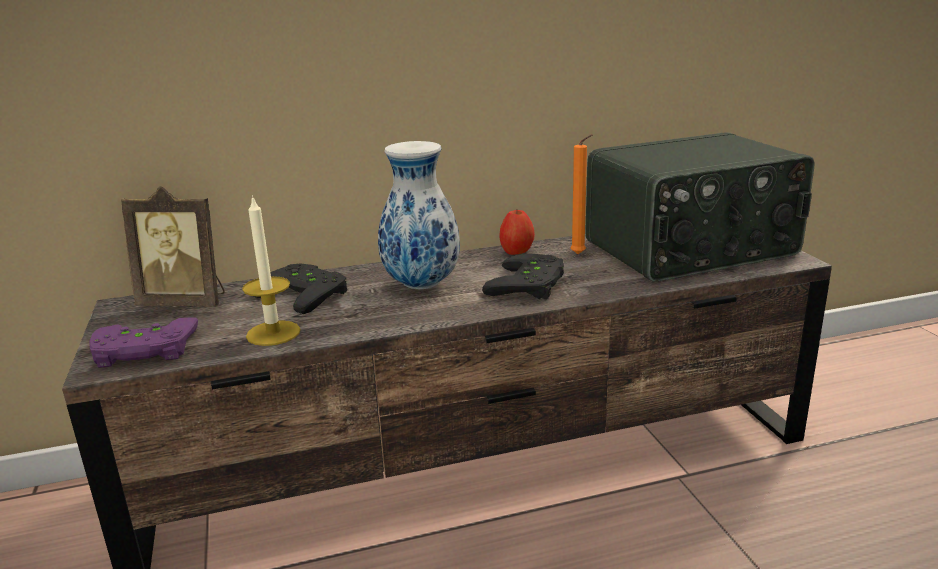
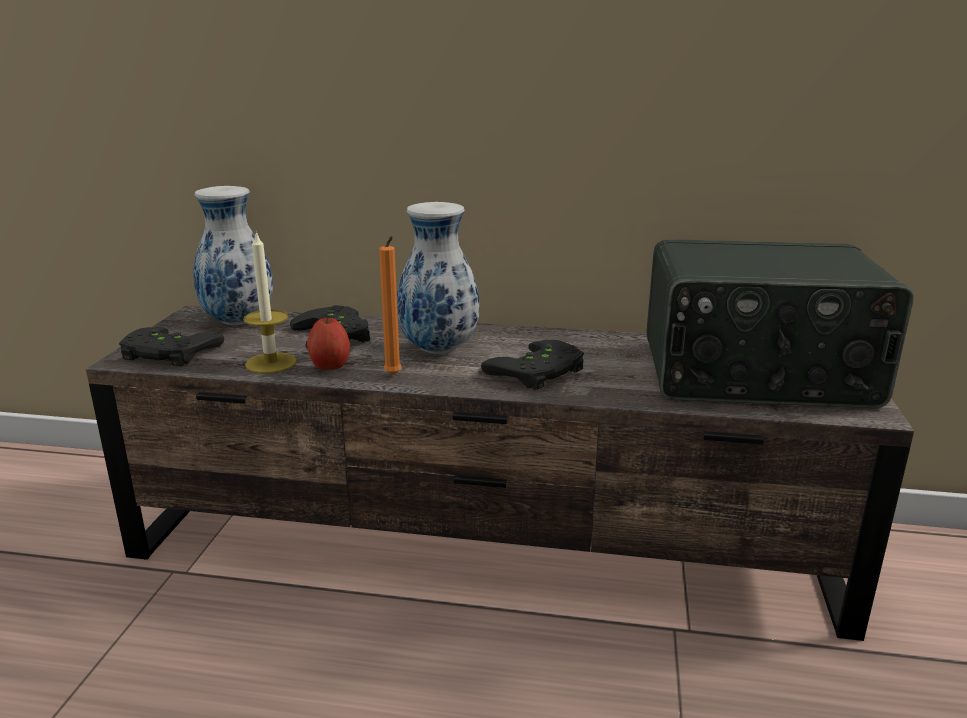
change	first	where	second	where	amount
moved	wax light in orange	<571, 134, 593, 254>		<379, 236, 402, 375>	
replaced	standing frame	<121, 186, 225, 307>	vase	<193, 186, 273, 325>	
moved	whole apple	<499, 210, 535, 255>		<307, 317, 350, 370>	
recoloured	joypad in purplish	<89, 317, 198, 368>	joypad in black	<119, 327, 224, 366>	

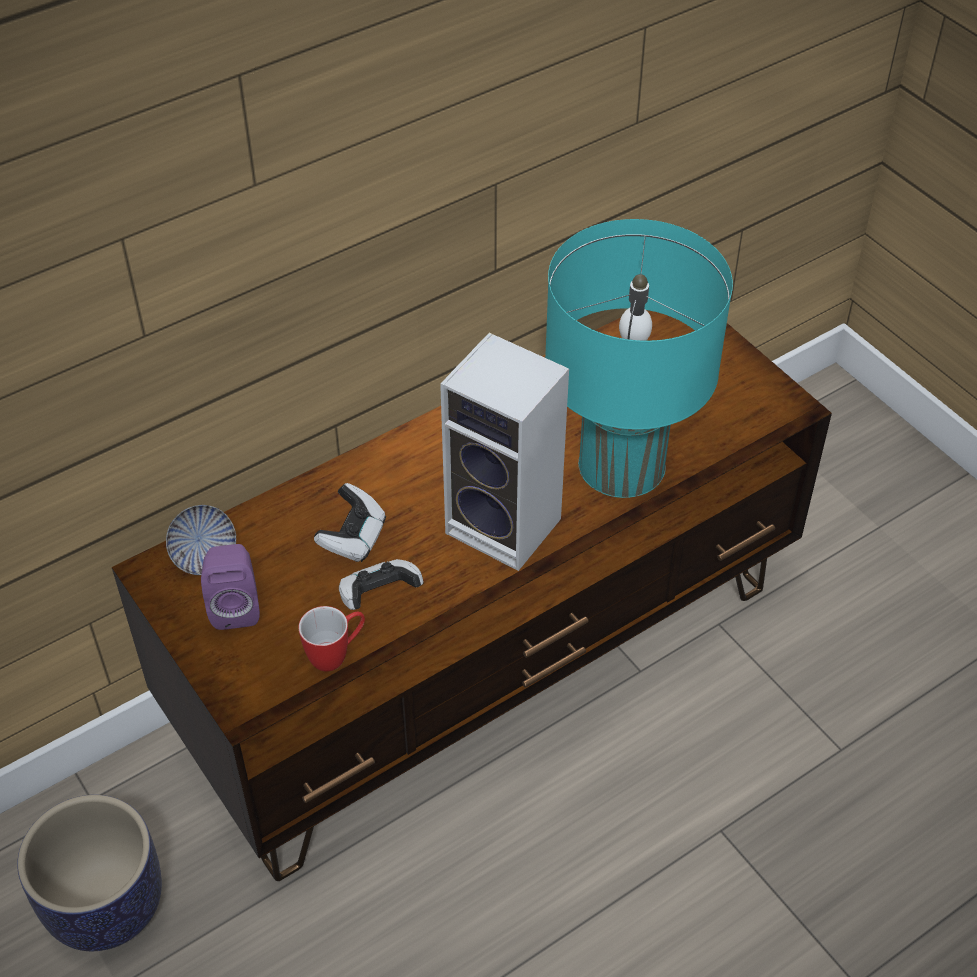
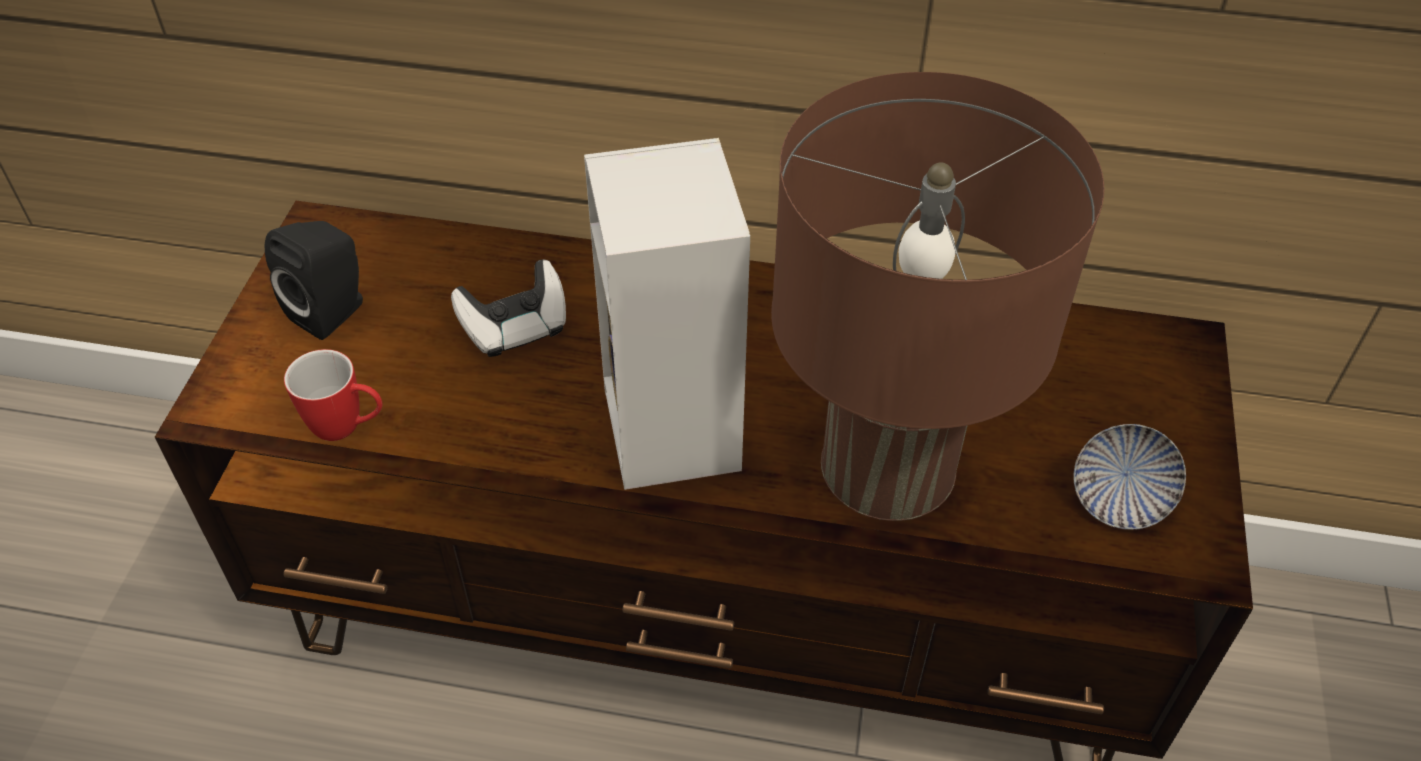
change	first	where	second	where	amount
recoloured	lamp for a table in blue-green	<545, 219, 733, 498>	lamp for a table in brownish	<771, 72, 1104, 521>	
moved	deep dish	<166, 505, 236, 575>		<1074, 424, 1186, 530>	
recoloured	speaker in purplish	<201, 544, 260, 630>	speaker in black	<265, 221, 363, 340>	
removed	joypad	<339, 559, 424, 610>			
removed	flower pot	<17, 795, 162, 951>			

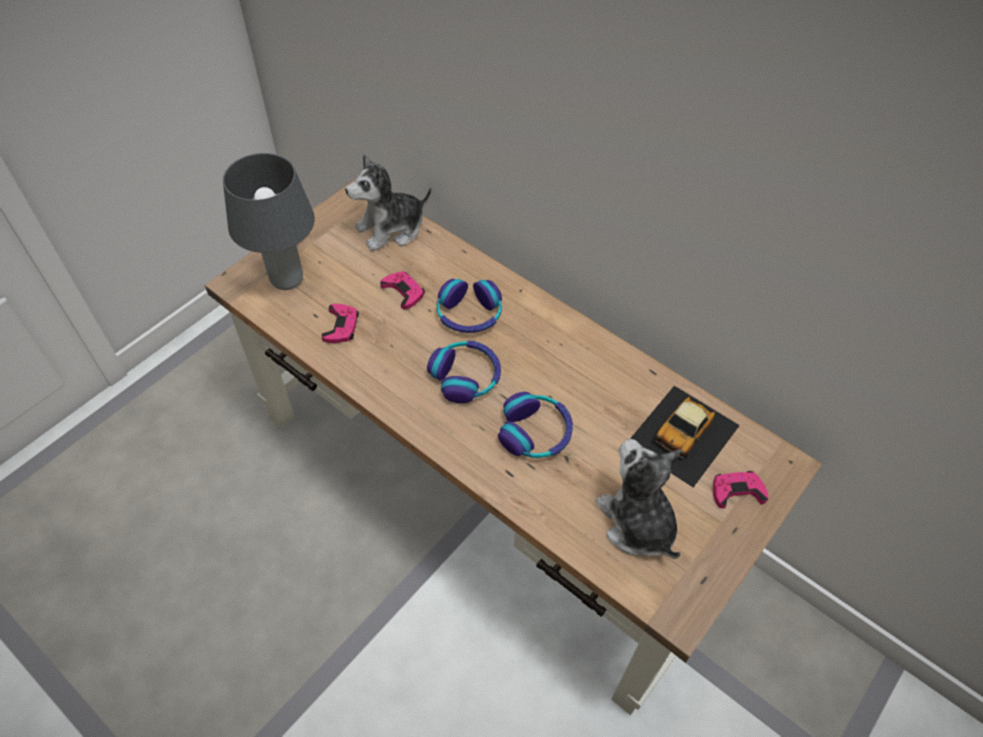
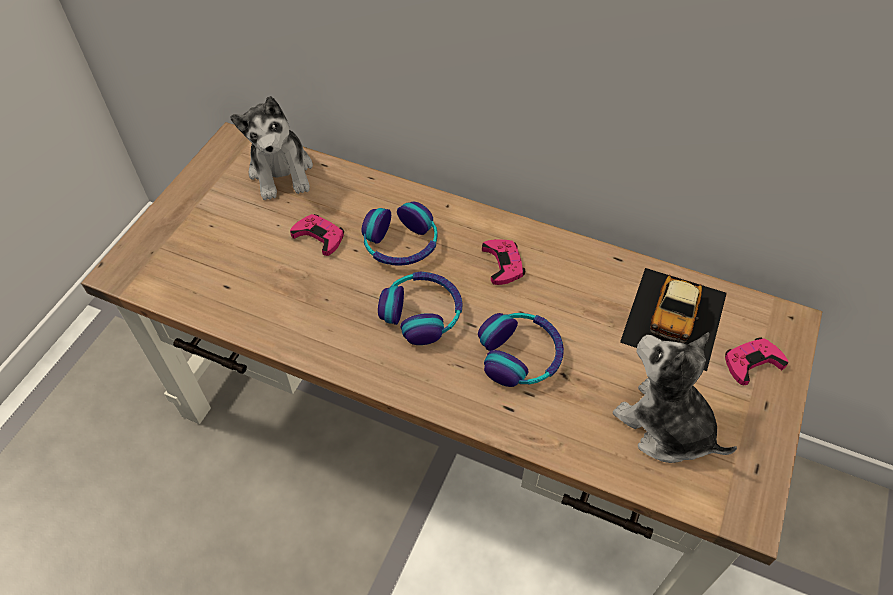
change	first	where	second	where	amount
removed	lamp for a table in grey	<223, 153, 315, 290>			
turned	plush toy	<345, 154, 431, 251>		<230, 96, 313, 200>	60 degrees counterclockwise
moved	joypad in pink	<322, 304, 359, 343>		<482, 239, 525, 285>	

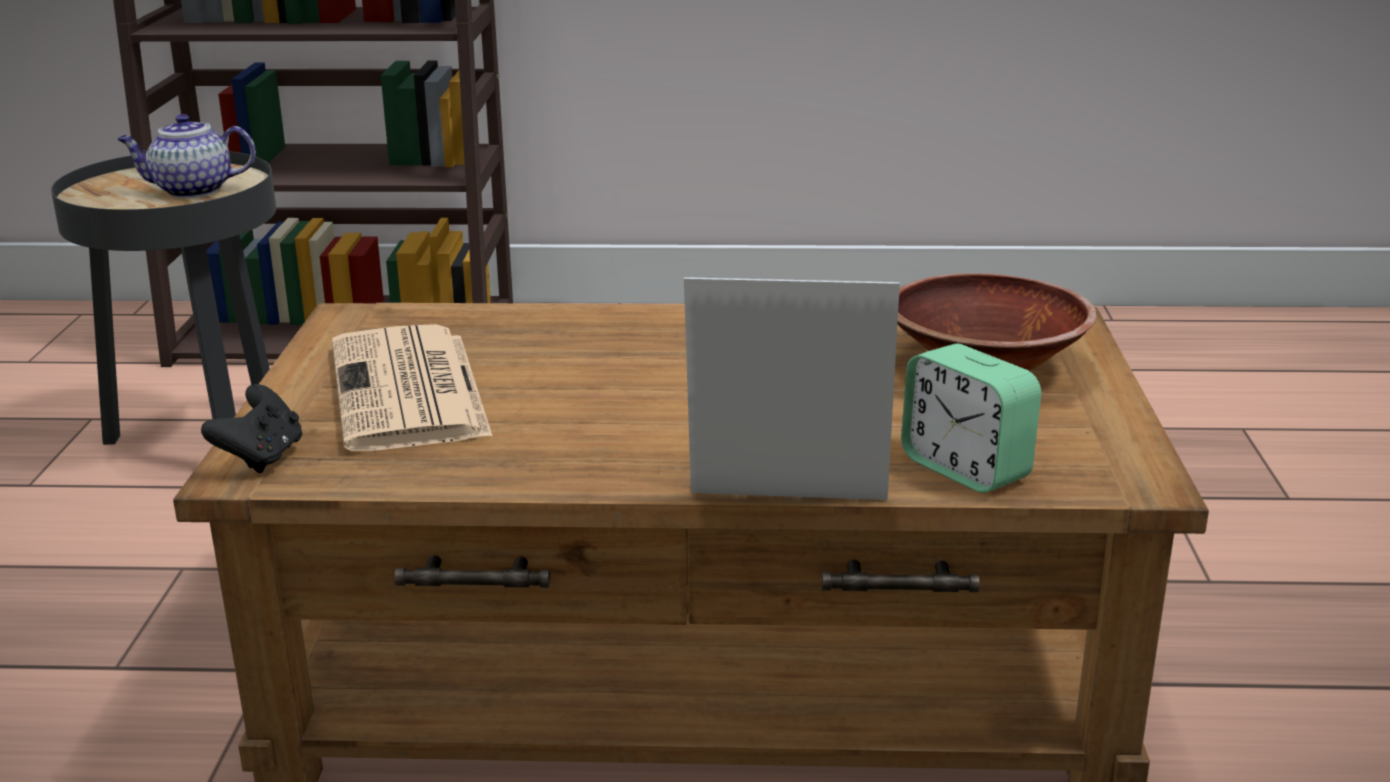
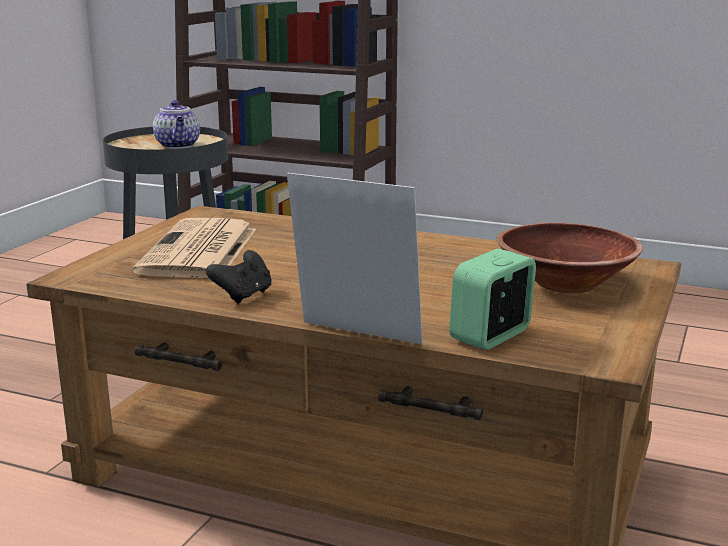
change	first	where	second	where	amount
turned	tea pot	<117, 114, 256, 198>		<153, 100, 200, 148>	120 degrees counterclockwise
turned	alarm clock	<901, 344, 1042, 493>		<449, 249, 536, 350>	60 degrees clockwise
moved	joypad in black	<201, 384, 302, 473>		<206, 250, 272, 303>	

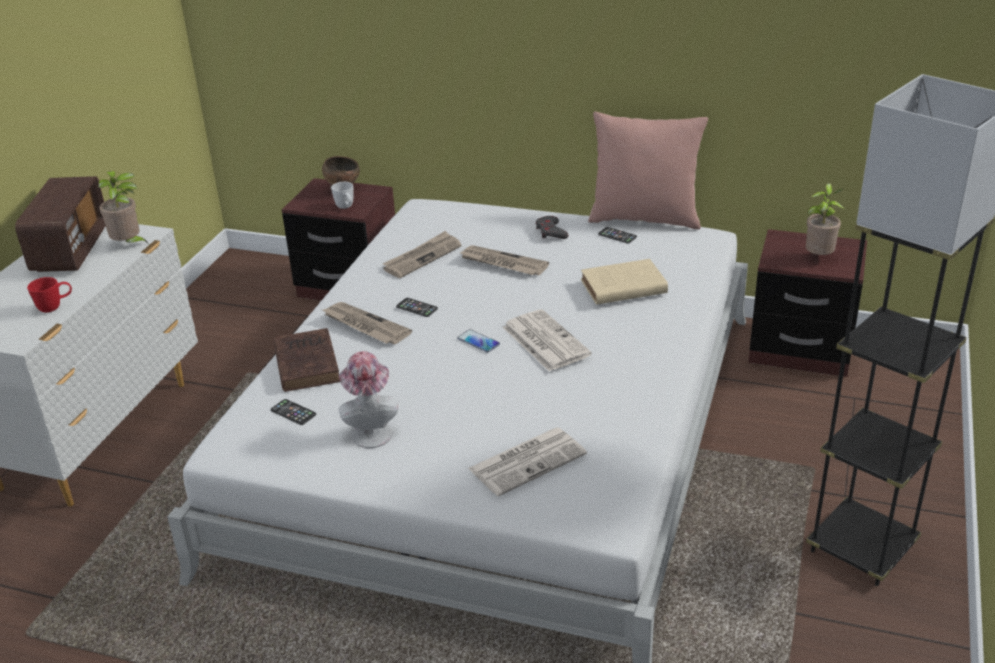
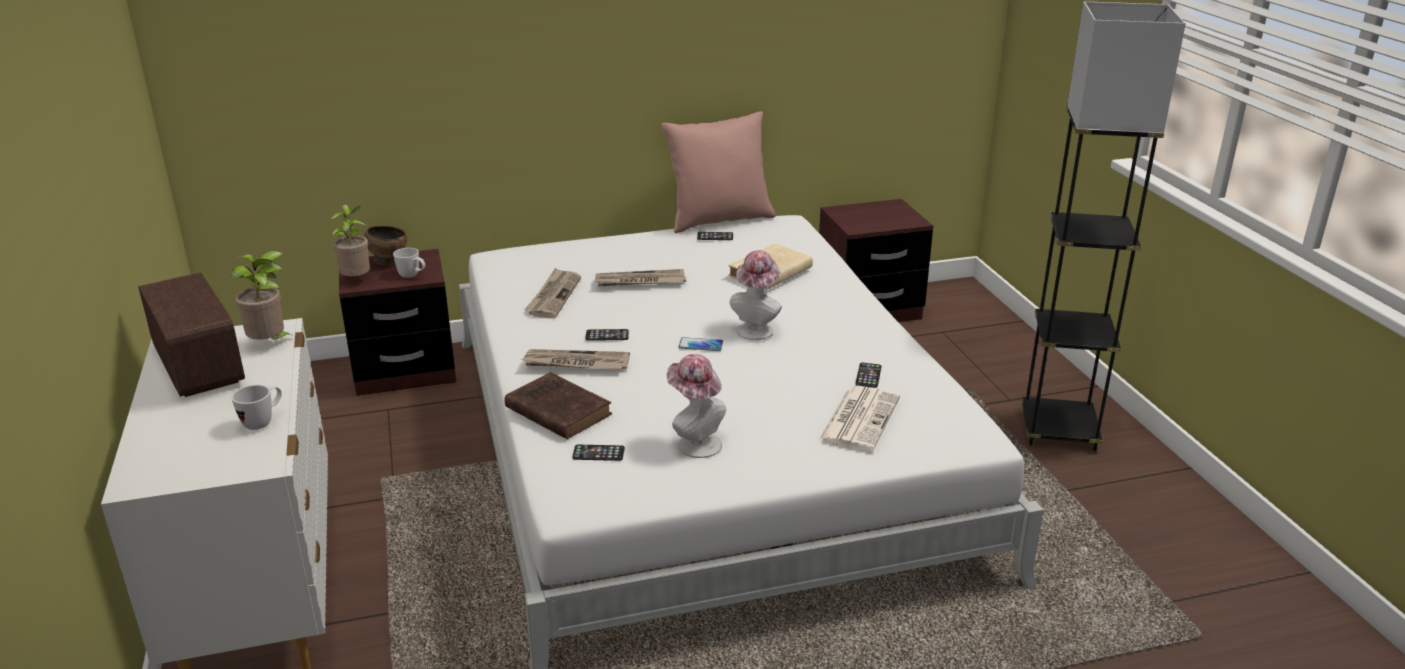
change	first	where	second	where	amount
moved	potted plant	<806, 183, 844, 255>		<330, 204, 370, 277>	
removed	joypad in grey	<536, 216, 569, 239>			
recoloured	mug in reddish	<27, 277, 72, 313>	mug in white	<232, 385, 282, 430>	
replaced	daily paper	<503, 309, 592, 371>	hat	<730, 250, 782, 340>	
added			telephone	<855, 363, 882, 388>	

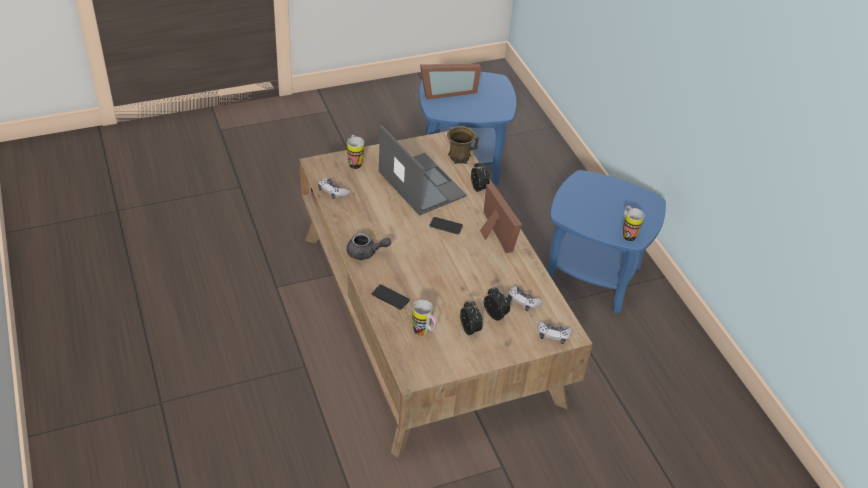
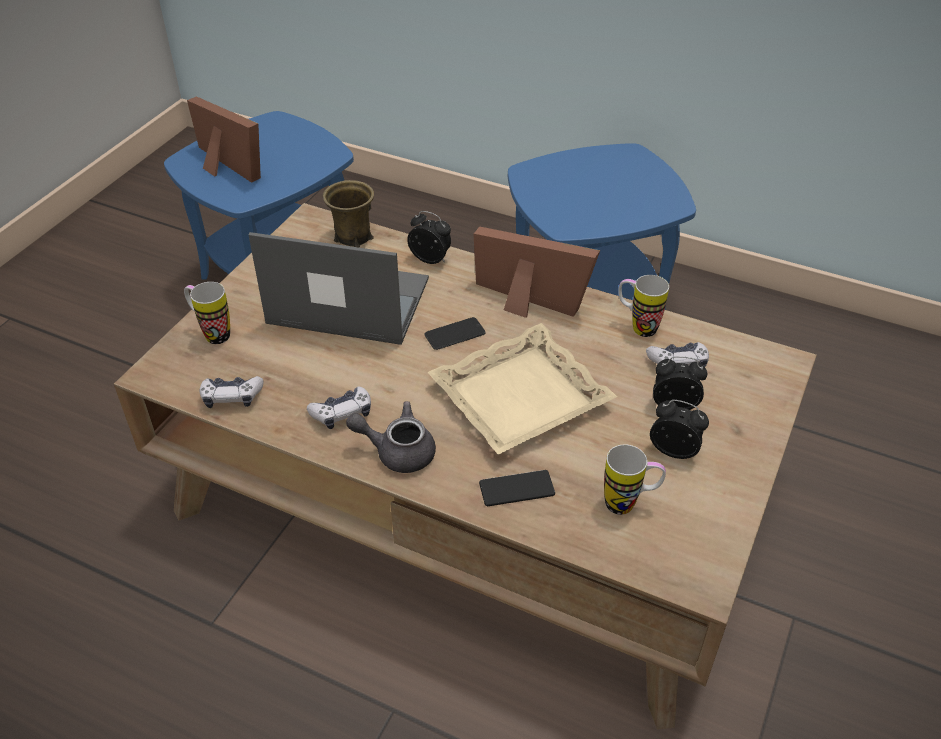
change	first	where	second	where	amount
turned	standing frame	<420, 64, 481, 100>		<187, 96, 261, 183>	75 degrees counterclockwise
moved	mug	<623, 206, 644, 241>		<618, 275, 669, 337>	
turned	tea pot in grey	<347, 233, 391, 260>		<346, 401, 436, 473>	135 degrees counterclockwise
moved	joypad	<538, 321, 572, 344>		<307, 386, 371, 429>	
added			serving tray in sand-coloured	<428, 323, 617, 455>	

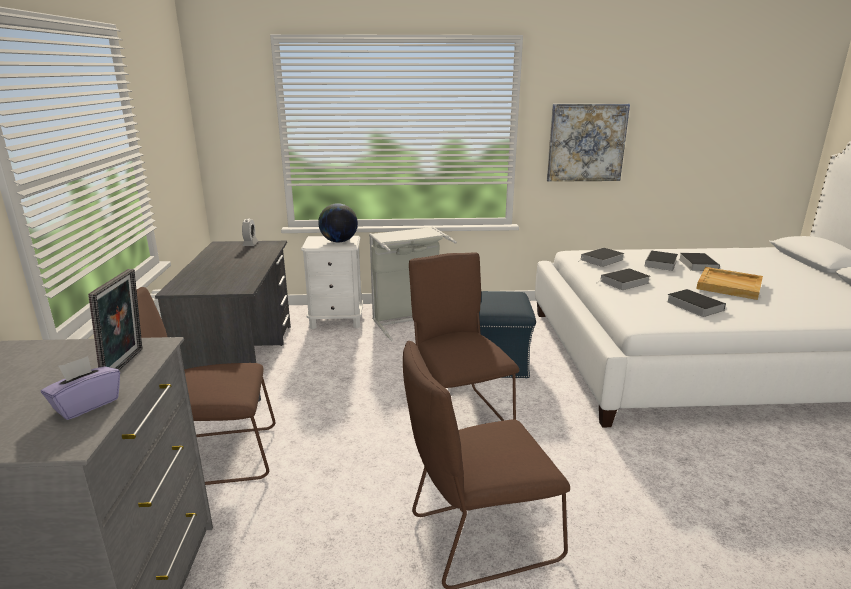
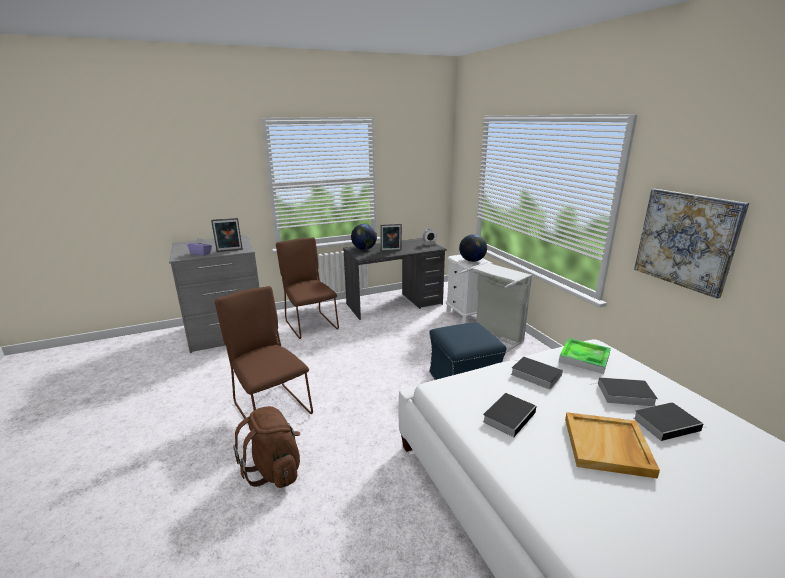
change	first	where	second	where	amount
replaced	volume	<581, 248, 624, 267>	serving tray	<559, 338, 611, 374>	
removed	chair in brownish	<409, 252, 519, 421>			
added			world globe	<351, 224, 377, 250>	
added			standing frame	<380, 224, 402, 252>	
added			rucksack in brownish	<233, 406, 300, 488>	

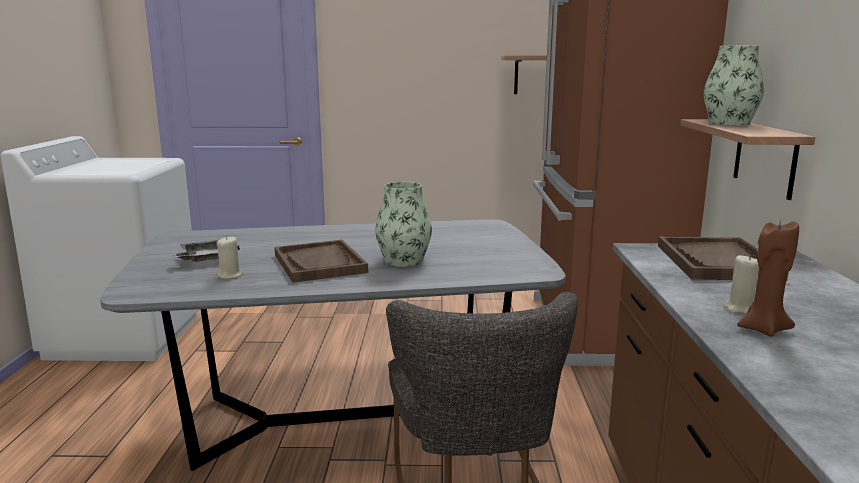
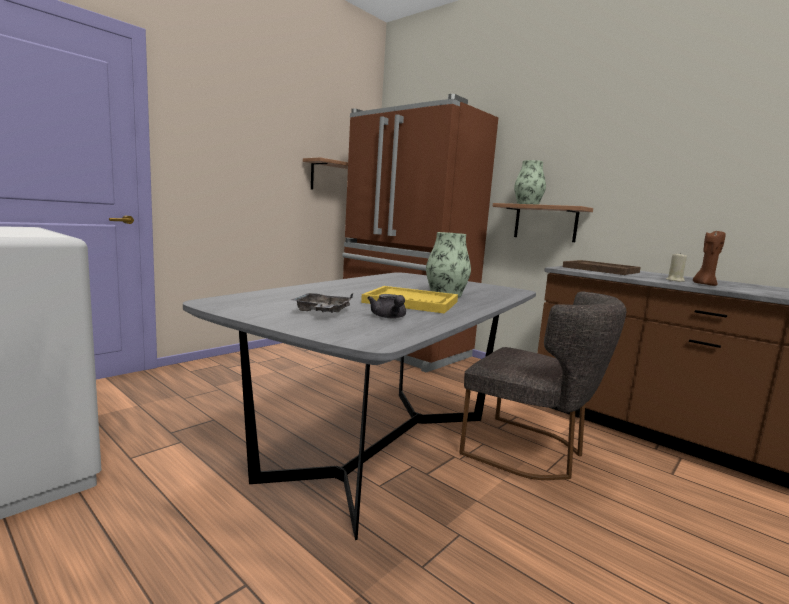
change	first	where	second	where	amount
replaced	wax light in sand-coloured	<217, 236, 243, 279>	tea pot in grey	<367, 294, 406, 318>	
recoloured	serving tray in brownish	<275, 240, 368, 283>	serving tray in yellow-coloured	<361, 286, 458, 314>	

